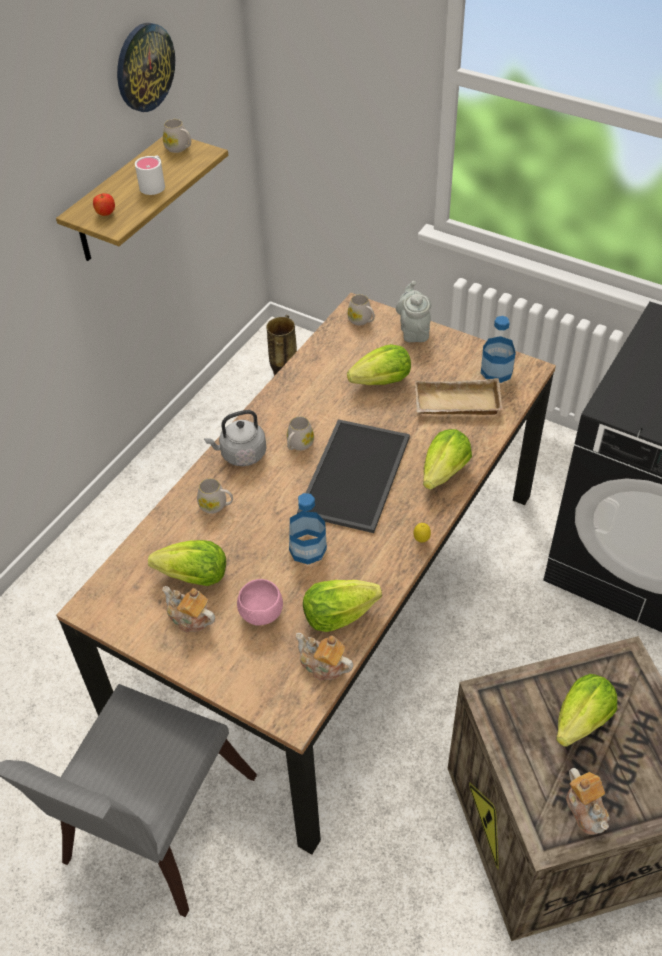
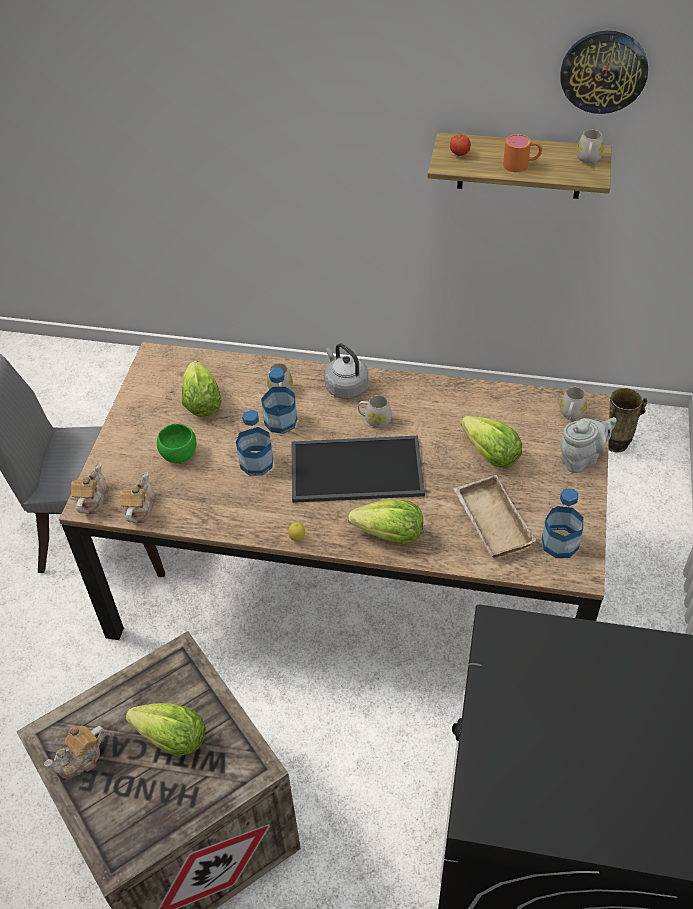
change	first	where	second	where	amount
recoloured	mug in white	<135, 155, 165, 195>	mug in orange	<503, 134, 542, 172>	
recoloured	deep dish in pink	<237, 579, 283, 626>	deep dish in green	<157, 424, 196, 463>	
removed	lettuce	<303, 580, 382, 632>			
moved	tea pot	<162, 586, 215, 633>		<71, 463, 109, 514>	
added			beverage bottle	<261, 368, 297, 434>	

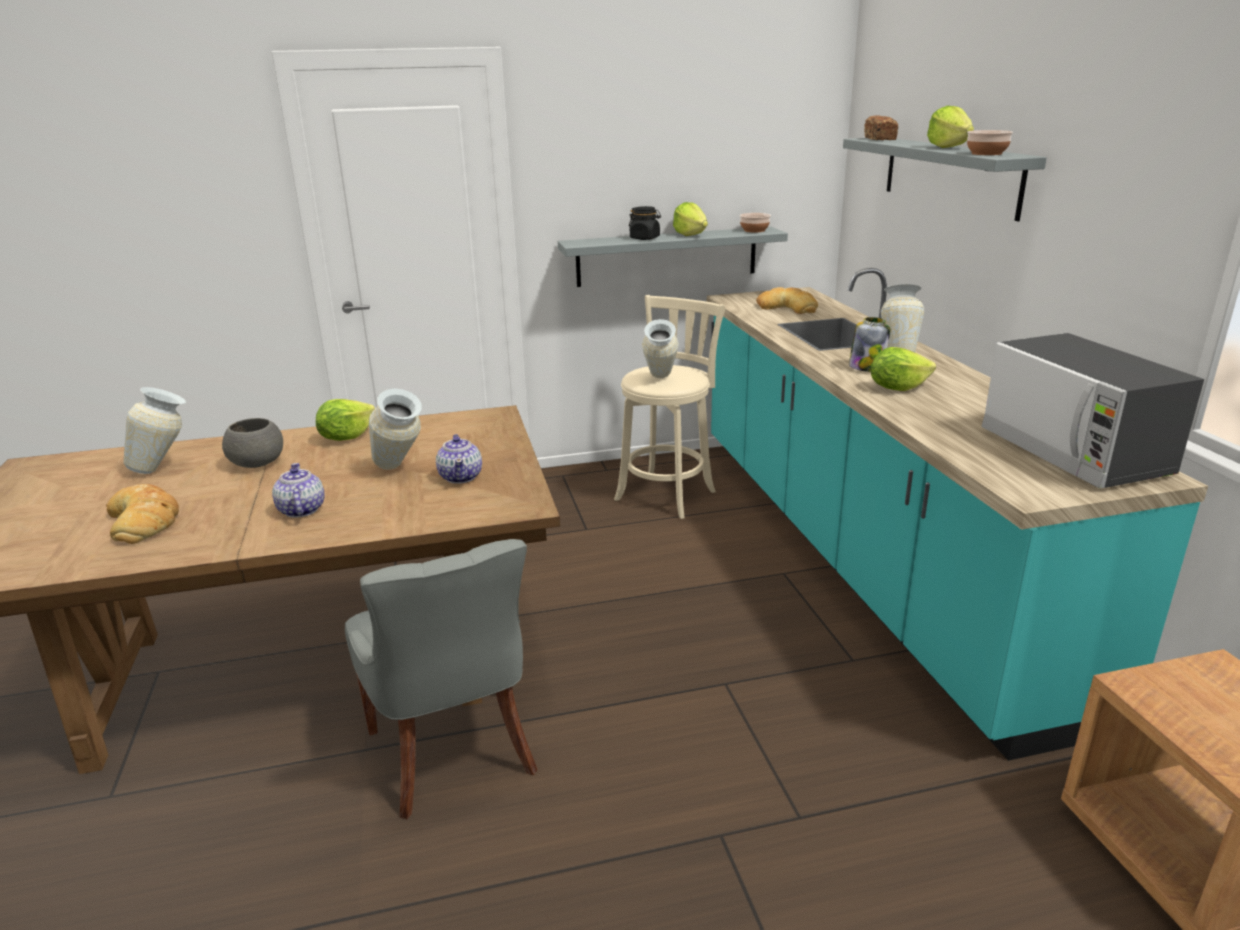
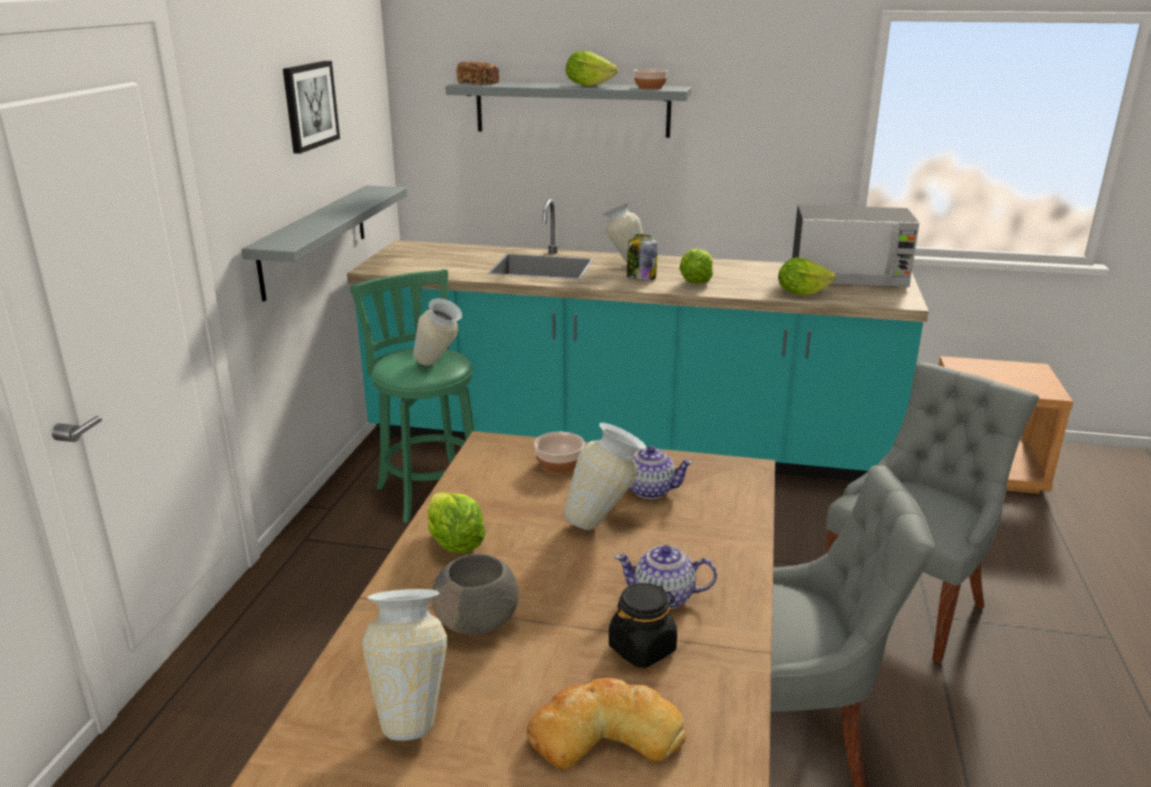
change	first	where	second	where	amount
moved	lettuce	<673, 202, 708, 236>		<778, 257, 836, 296>	
moved	storage jar in black	<629, 206, 661, 240>		<609, 583, 677, 668>	
moved	deep dish	<740, 213, 771, 232>		<534, 432, 585, 473>	
removed	baked bread	<756, 287, 818, 314>			
recoloured	sitting stool in sand-coloured	<614, 295, 725, 519>	sitting stool in green	<350, 269, 474, 523>	
added			picture	<283, 61, 340, 154>	
added			chair in grey	<825, 362, 1039, 664>	

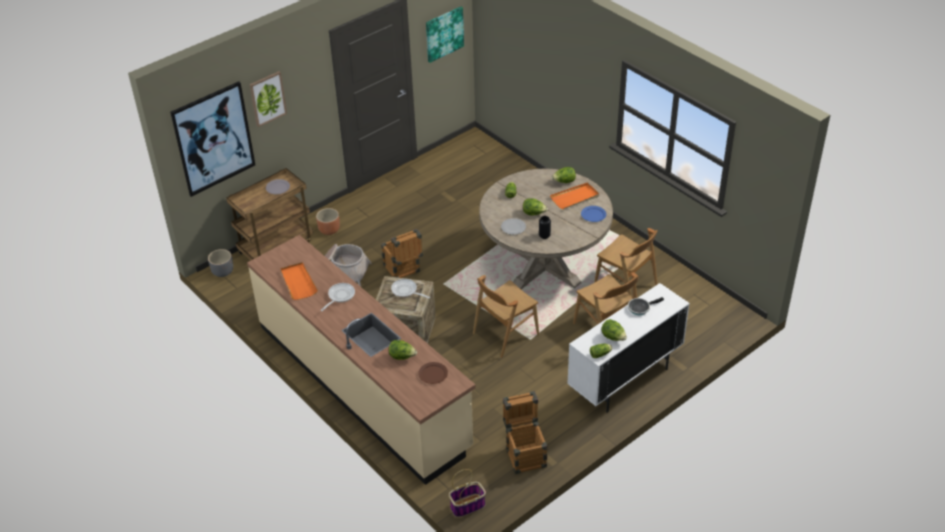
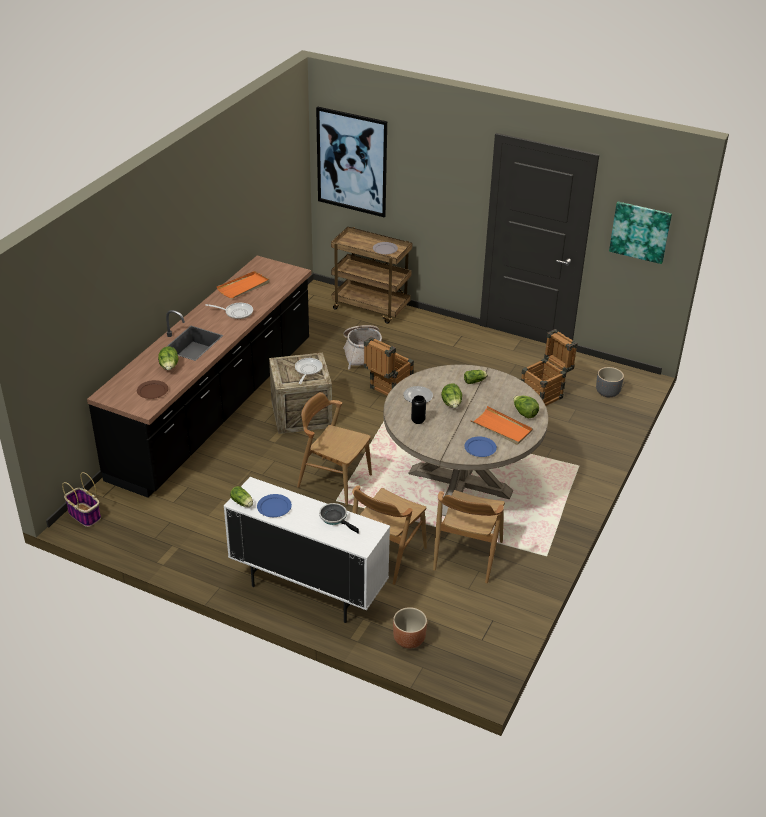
change	first	where	second	where	amount
removed	picture	<249, 71, 287, 127>			
moved	flower pot in brownish	<316, 208, 340, 235>		<393, 607, 427, 648>	
recoloured	counter in sand-coloured	<247, 235, 476, 485>	counter in black	<87, 256, 312, 498>	
moved	flower pot in grey	<208, 249, 233, 277>		<596, 367, 624, 397>	
replaced	lettuce	<601, 319, 627, 341>	dinner plate in bluish	<257, 494, 292, 517>	
moved	shipping crate	<503, 391, 548, 474>		<521, 329, 578, 406>	

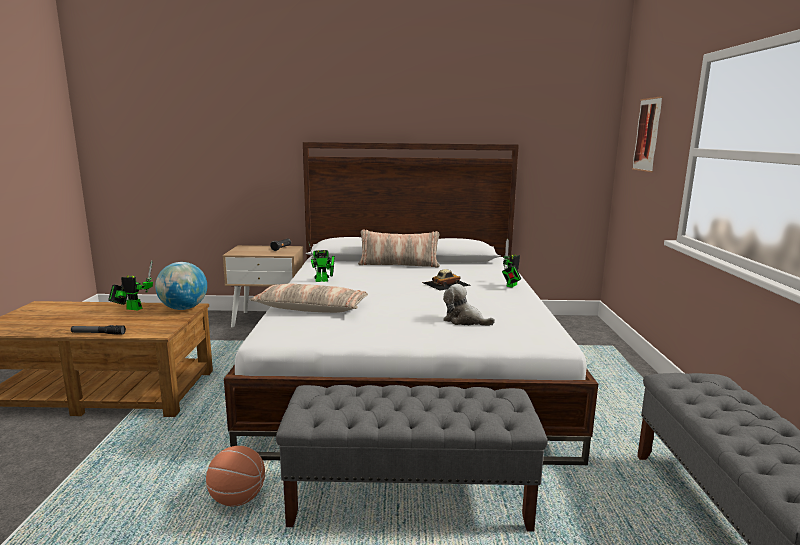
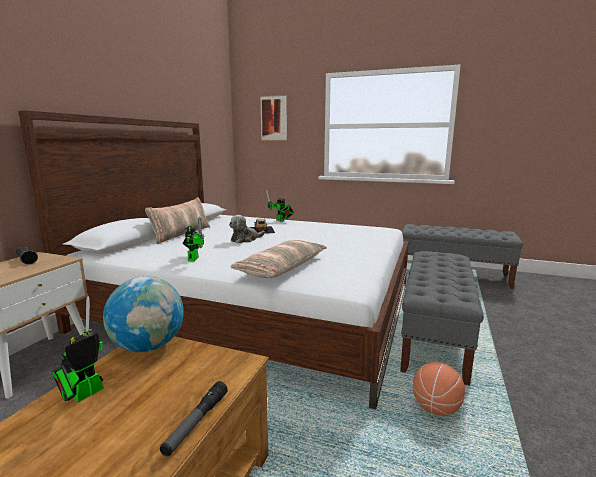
change	first	where	second	where	amount
moved	plush toy	<443, 284, 495, 326>		<229, 215, 265, 243>	

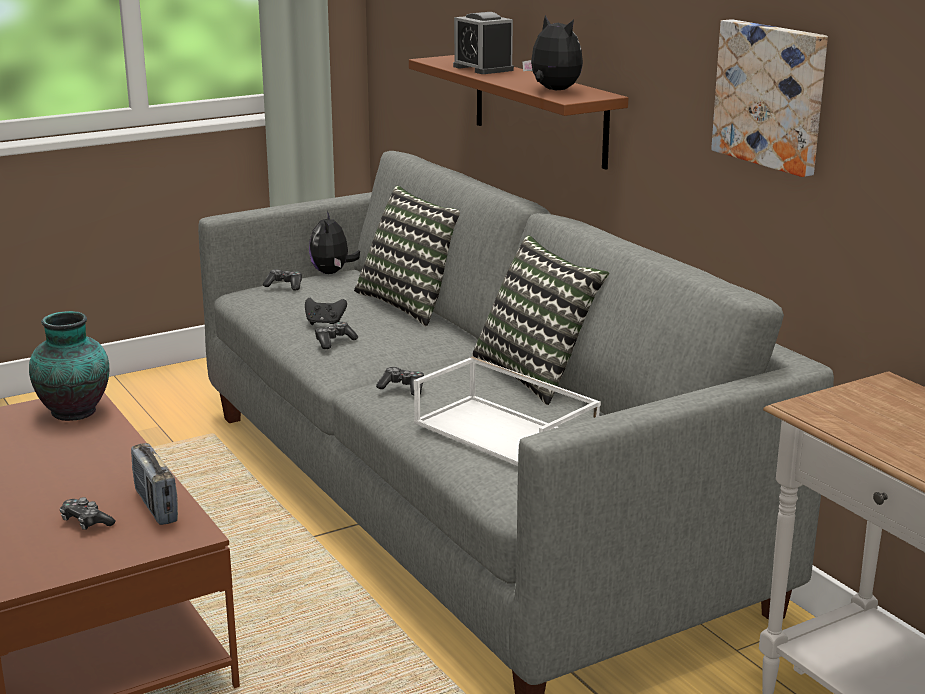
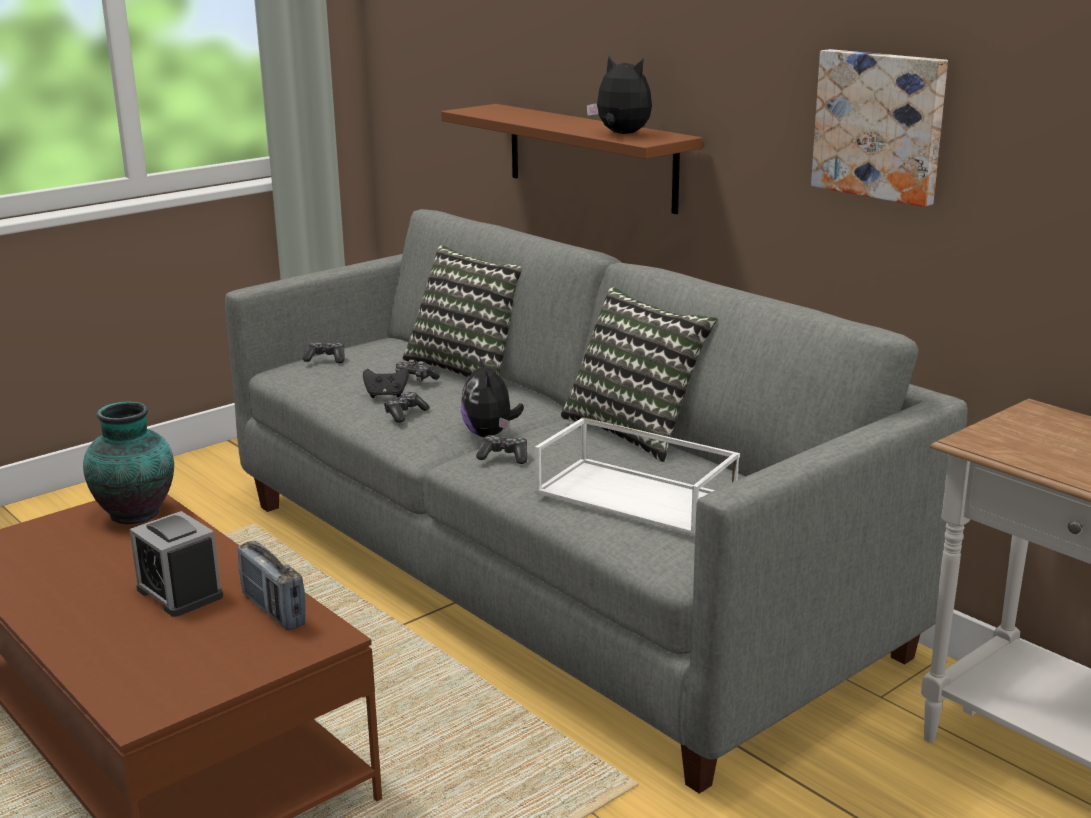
change	first	where	second	where	amount
moved	alarm clock	<453, 12, 514, 74>		<129, 511, 223, 617>	
moved	plush toy	<309, 211, 360, 274>		<461, 357, 524, 437>	
moved	joypad	<60, 497, 116, 530>		<395, 360, 440, 382>	

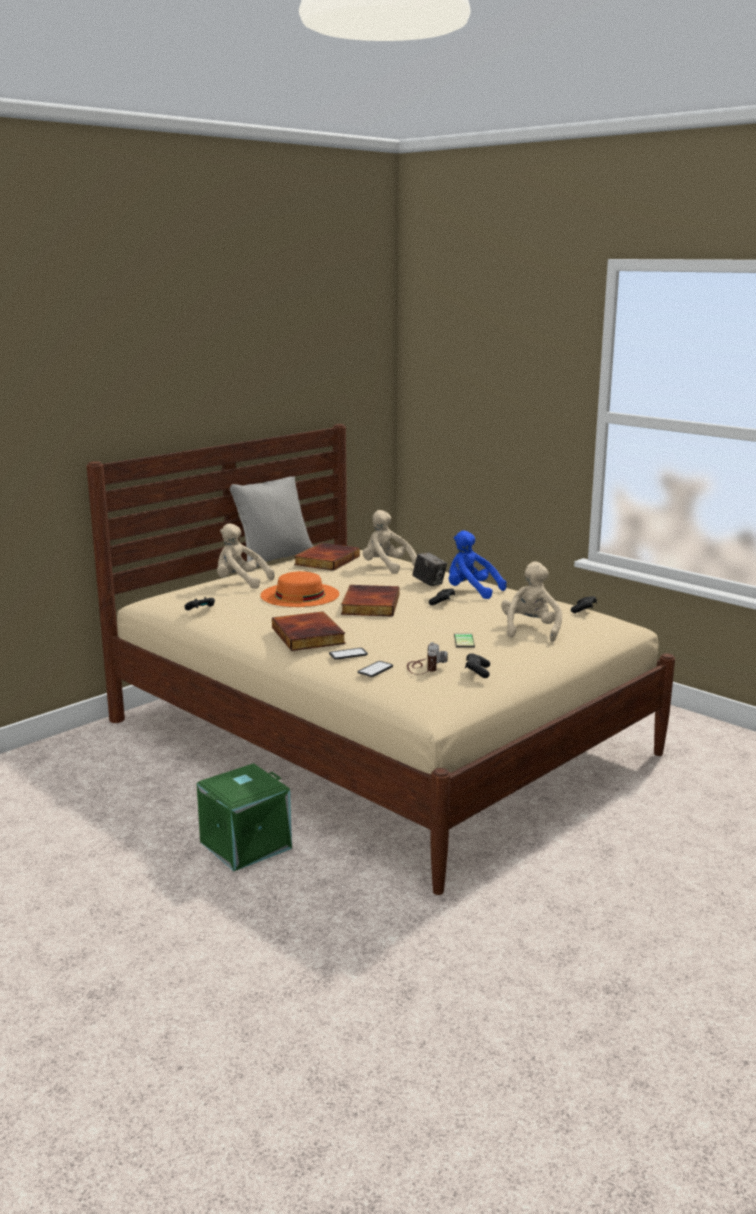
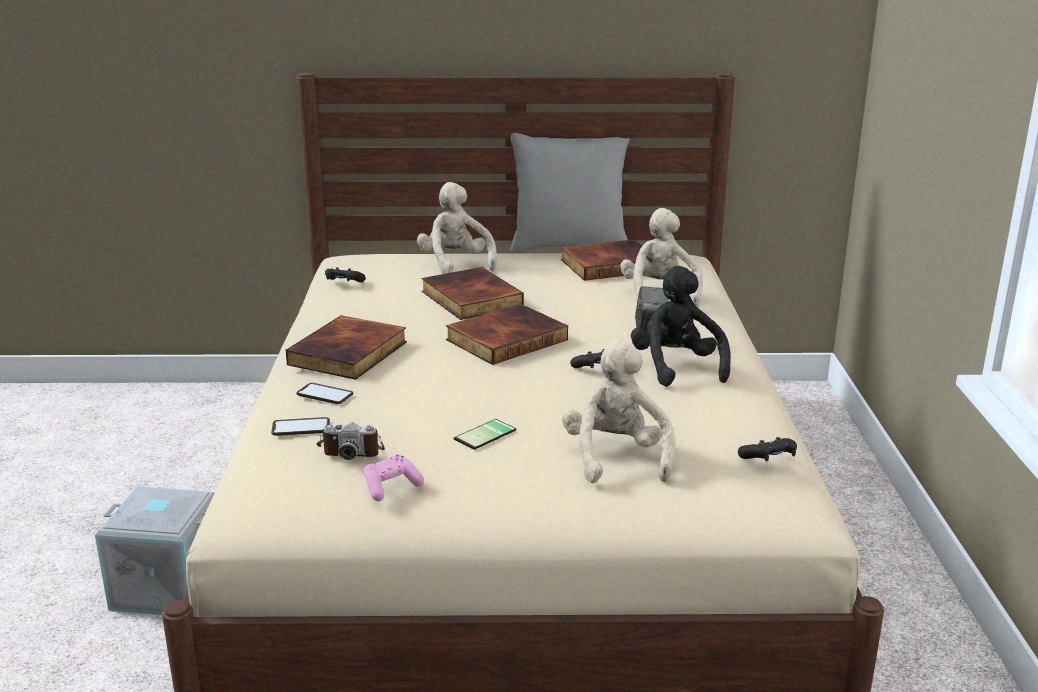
change	first	where	second	where	amount
recoloured	plush toy in bluish	<449, 530, 507, 599>	plush toy in black	<631, 266, 731, 387>	
turned	plush toy in sand-coloured	<501, 561, 562, 642>		<562, 340, 675, 483>	60 degrees counterclockwise
replaced	hat in orange	<260, 571, 339, 607>	volume	<422, 267, 524, 320>	
turned	photo camera	<407, 642, 448, 675>		<317, 422, 385, 460>	45 degrees clockwise
recoloured	joypad in black	<465, 654, 490, 678>	joypad in pink	<364, 454, 424, 501>	
recoloured	storage bin in green	<197, 763, 292, 871>	storage bin in grey	<95, 487, 215, 615>	

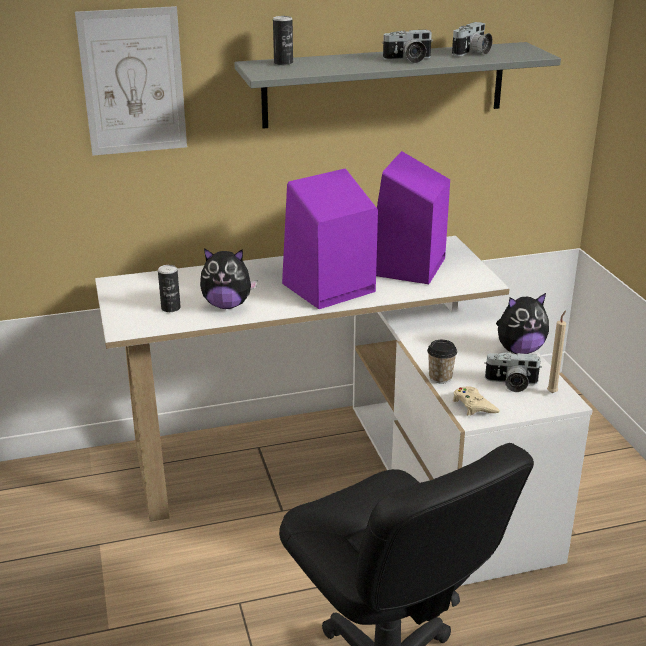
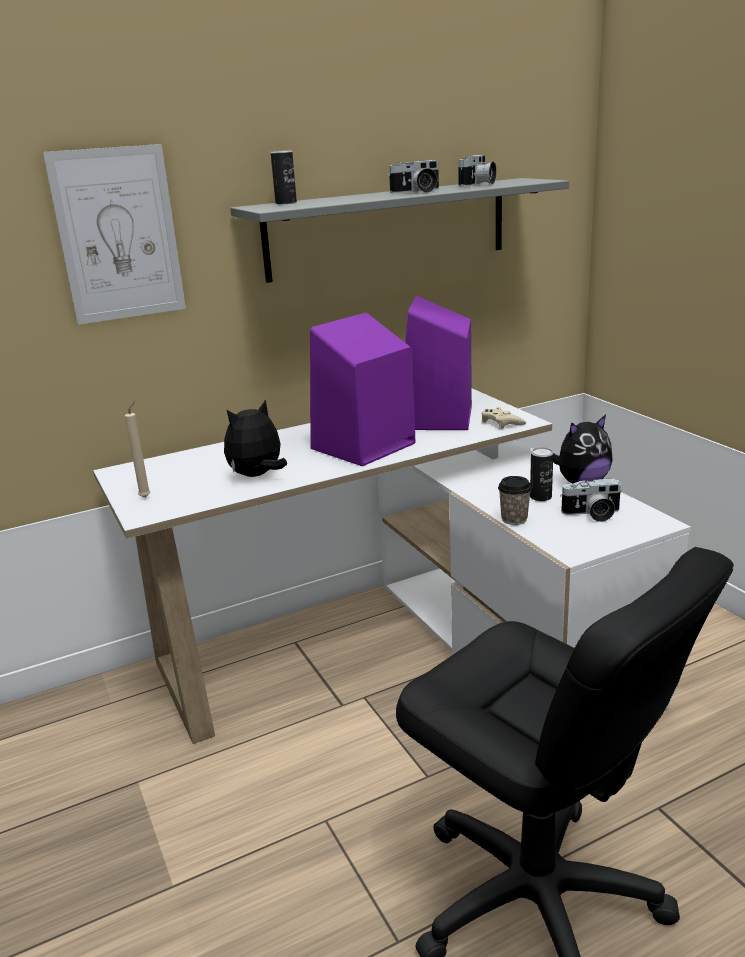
change	first	where	second	where	amount
turned	plush toy	<200, 248, 257, 309>		<224, 399, 287, 477>	150 degrees clockwise
moved	can	<158, 265, 181, 312>		<530, 448, 553, 501>	
moved	wax light in sand-coloured	<547, 310, 566, 393>		<125, 402, 151, 498>	
moved	joypad in sand-coloured	<453, 387, 500, 415>		<482, 407, 526, 429>	

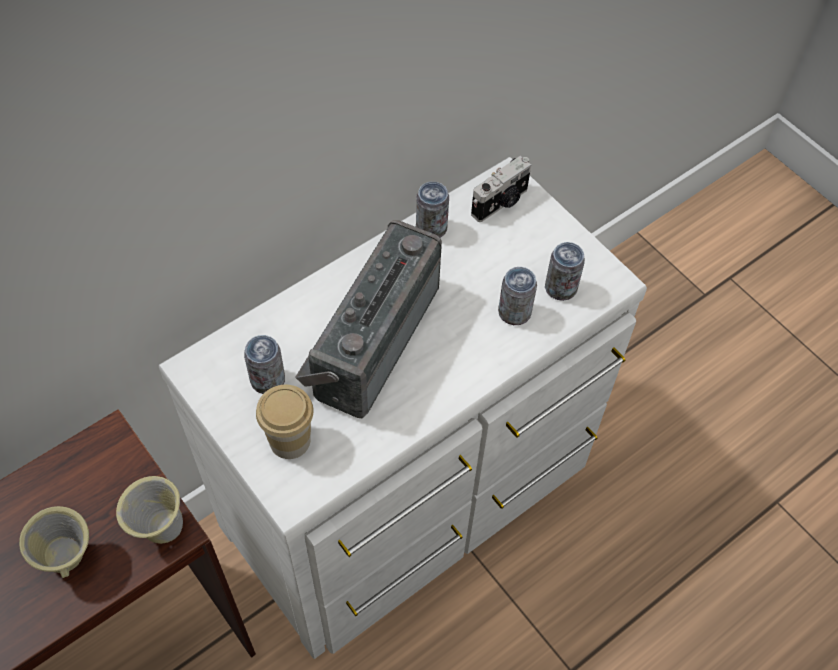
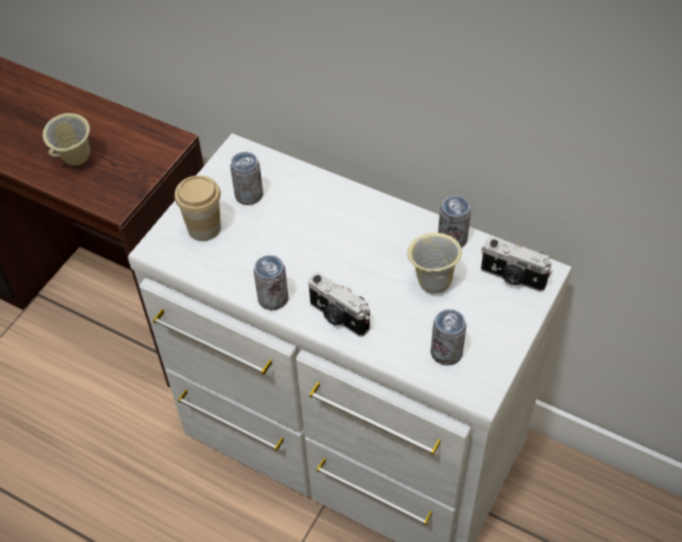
change	first	where	second	where	amount
removed	radio	<295, 220, 442, 418>			
moved	can	<498, 267, 537, 325>		<254, 255, 289, 310>	
moved	mug in sand-coloured	<116, 476, 183, 544>		<407, 233, 462, 294>	
added			photo camera	<308, 272, 370, 337>	

